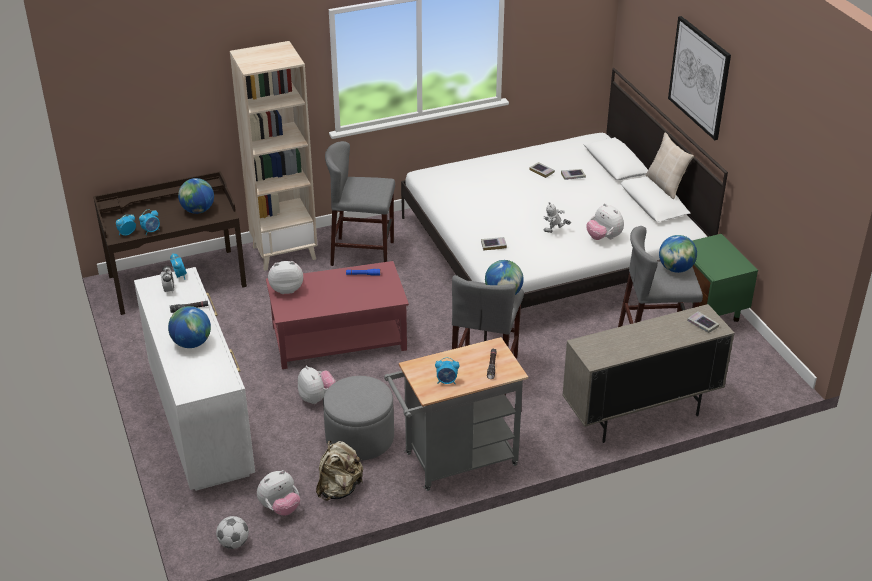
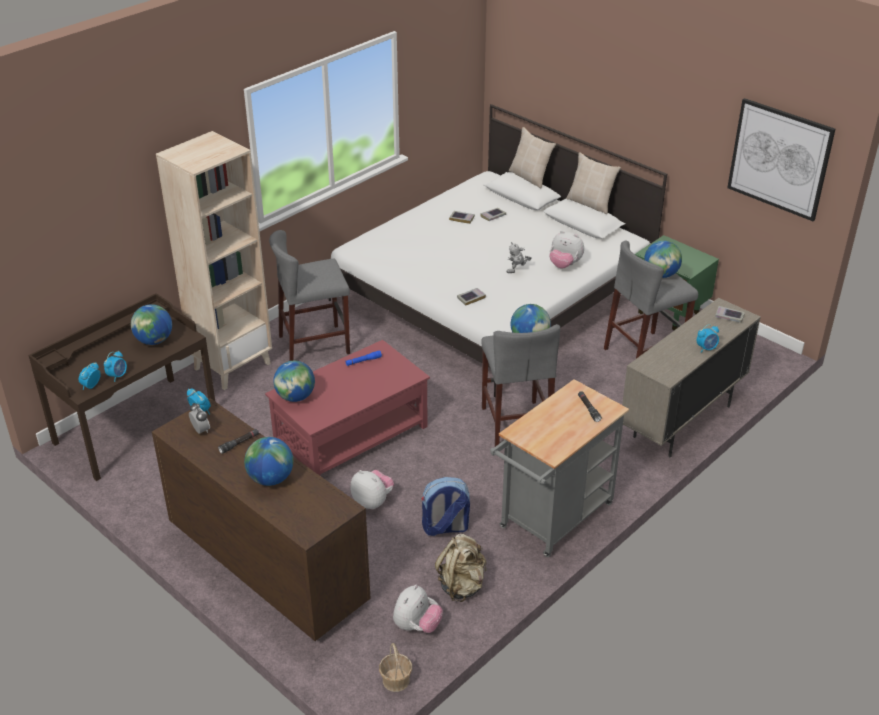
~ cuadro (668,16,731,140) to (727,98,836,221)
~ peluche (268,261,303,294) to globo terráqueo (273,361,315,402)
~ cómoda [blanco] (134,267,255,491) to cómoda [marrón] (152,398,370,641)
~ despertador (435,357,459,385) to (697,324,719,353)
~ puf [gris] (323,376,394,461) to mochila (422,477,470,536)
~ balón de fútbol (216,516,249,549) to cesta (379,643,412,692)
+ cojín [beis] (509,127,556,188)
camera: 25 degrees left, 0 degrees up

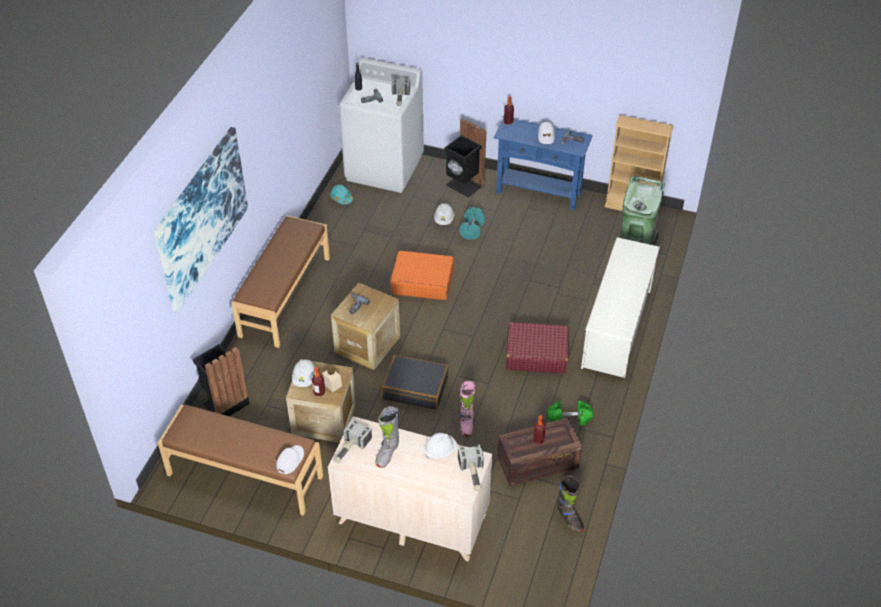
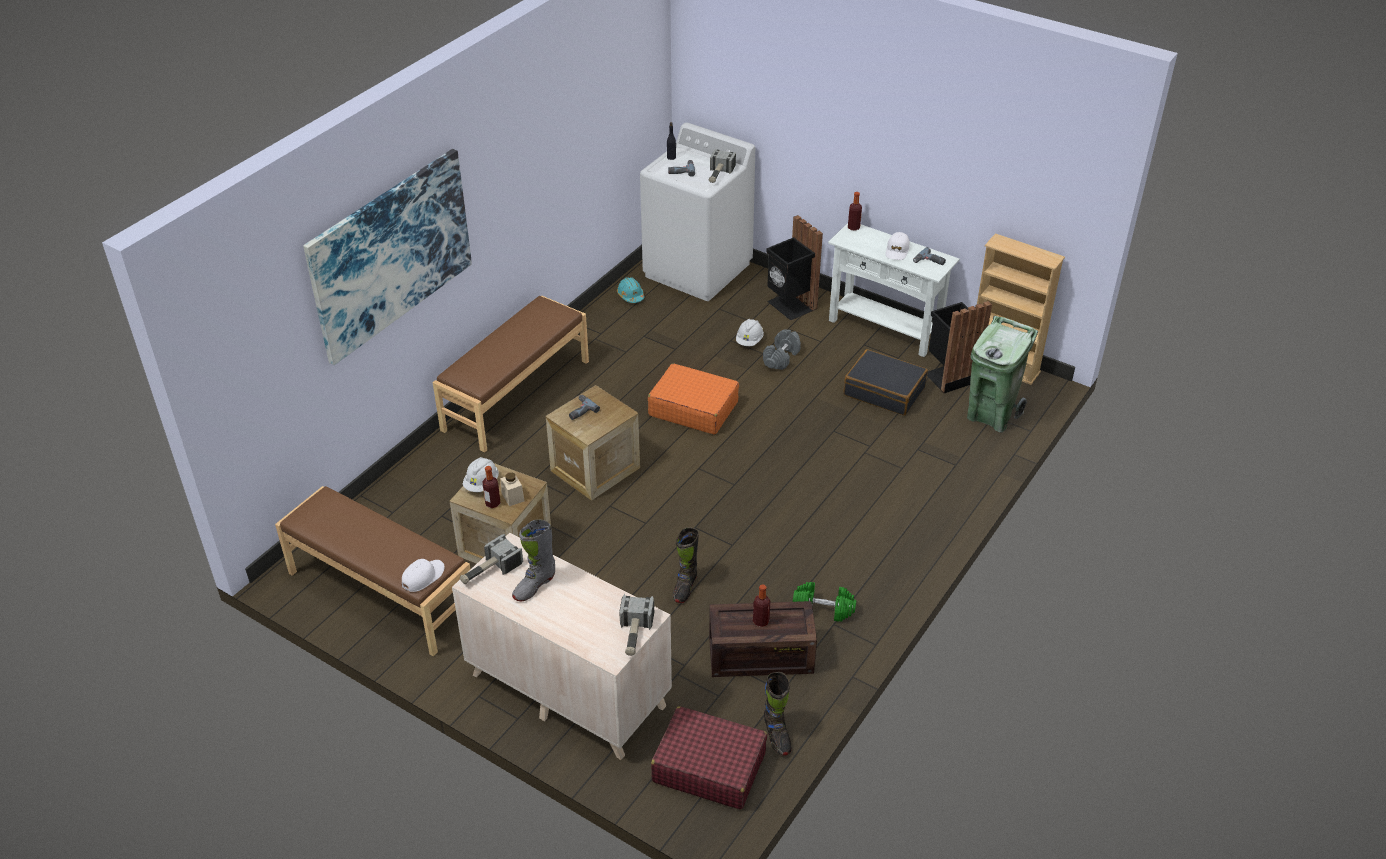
~ mesa consola [azul] (494,117,593,210) to mesa consola [blanco] (828,223,960,357)
~ mancuerna [turquesa] (460,207,485,240) to mancuerna [gris] (763,329,801,370)
- zapatero [blanco] (581,237,660,378)
~ maleta [rojo] (506,322,569,373) to (651,706,767,809)
~ papelera [negro] (192,344,249,416) to (927,301,992,393)
~ maleta [negro] (382,355,449,410) to (844,349,928,415)
~ bota [rosa] (460,381,475,436) to bota [negro] (673,527,699,603)
- casco [blanco] (424,433,458,459)
camera: 15 degrees right, 5 degrees down

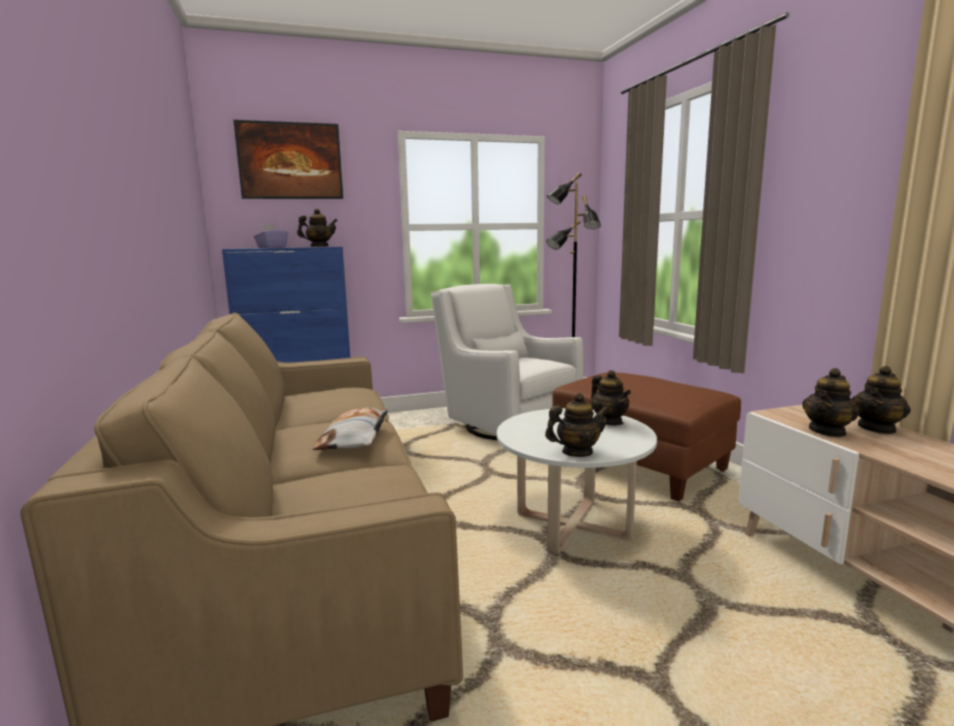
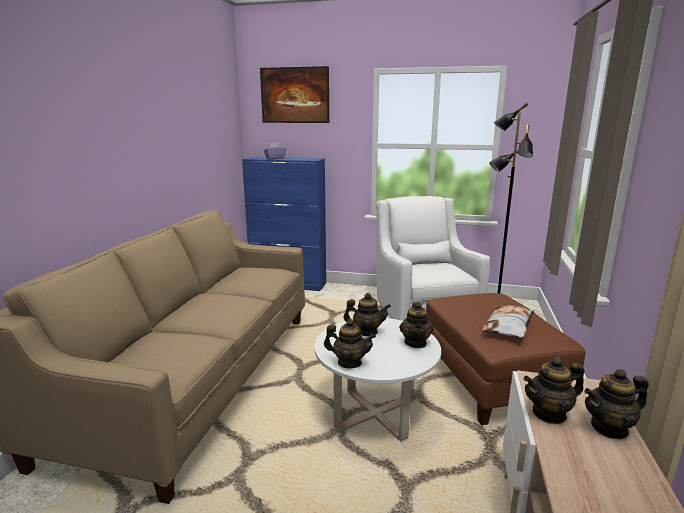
~ tetera (297,209,338,247) to (343,293,391,336)
~ cojín (312,408,388,450) to (482,305,534,338)
camera: 30 degrees right, 5 degrees up

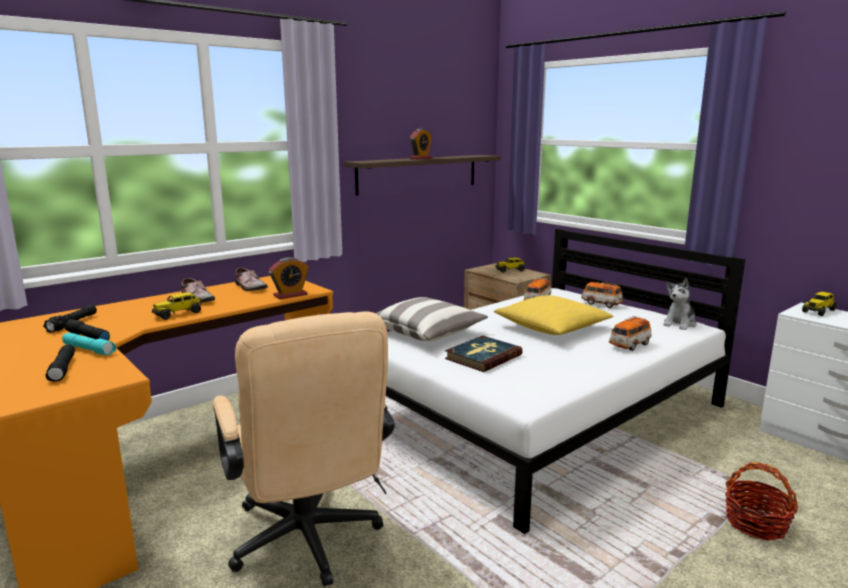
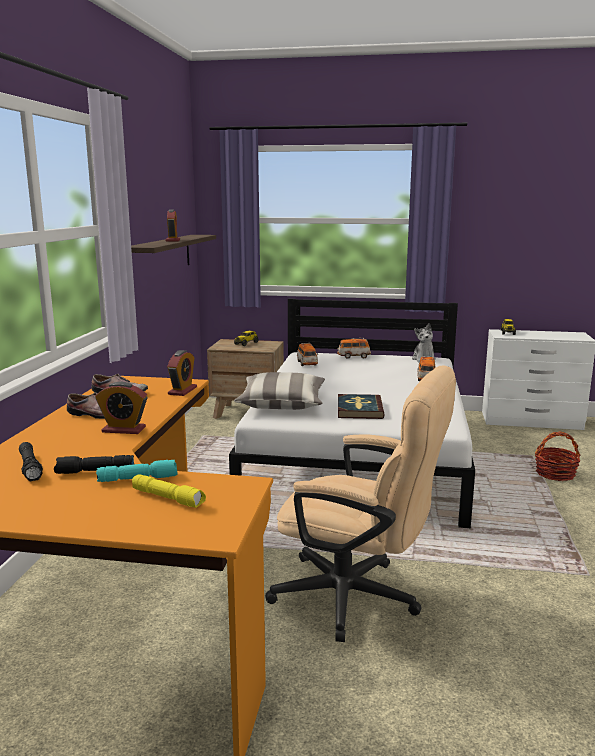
~ camión de juguete (151,292,203,320) to despertador (95,382,148,434)
- cojín [amarillo] (494,295,614,335)
~ linterna [negro] (46,344,75,381) to linterna [amarillo] (132,474,206,508)
camera: 40 degrees left, 0 degrees up

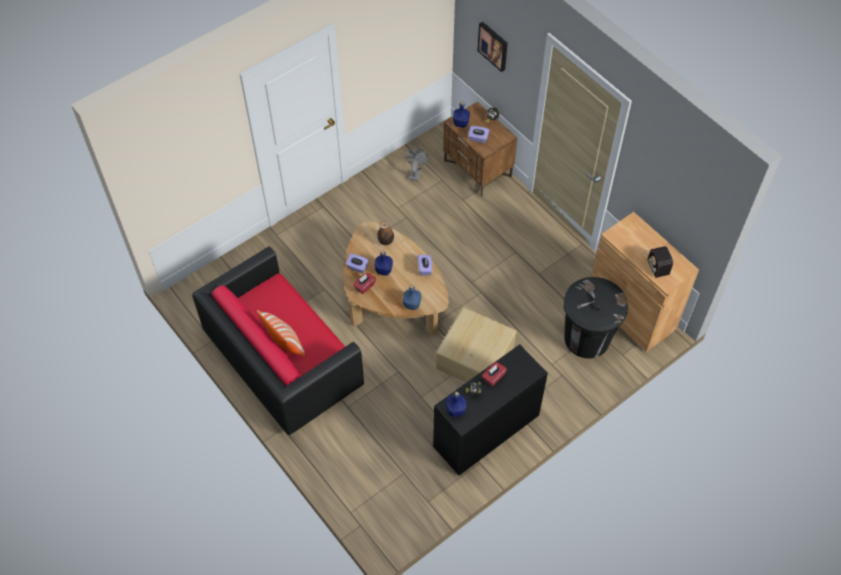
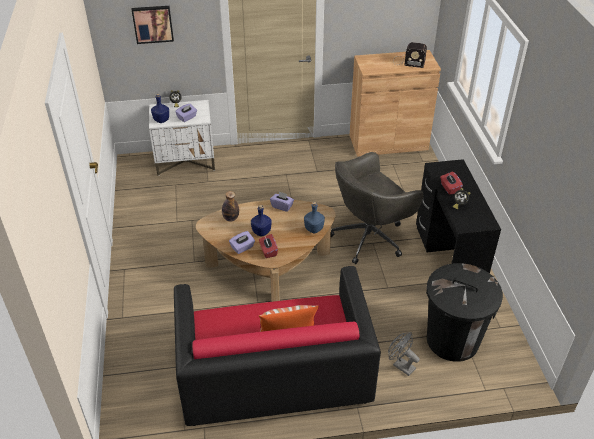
~ mesita de noche [marrón] (443,102,517,197) to mesita de noche [blanco] (149,100,215,176)
~ ventilador [gris] (404,148,430,181) to (388,332,420,376)
~ papelera [negro] (563,277,628,359) to (426,263,503,362)
~ caja de almacenaje [beis] (436,307,517,382) to silla de oficina [gris] (331,152,424,264)
- botella [azul] (446,392,467,417)
camera: 60 degrees left, 15 degrees down

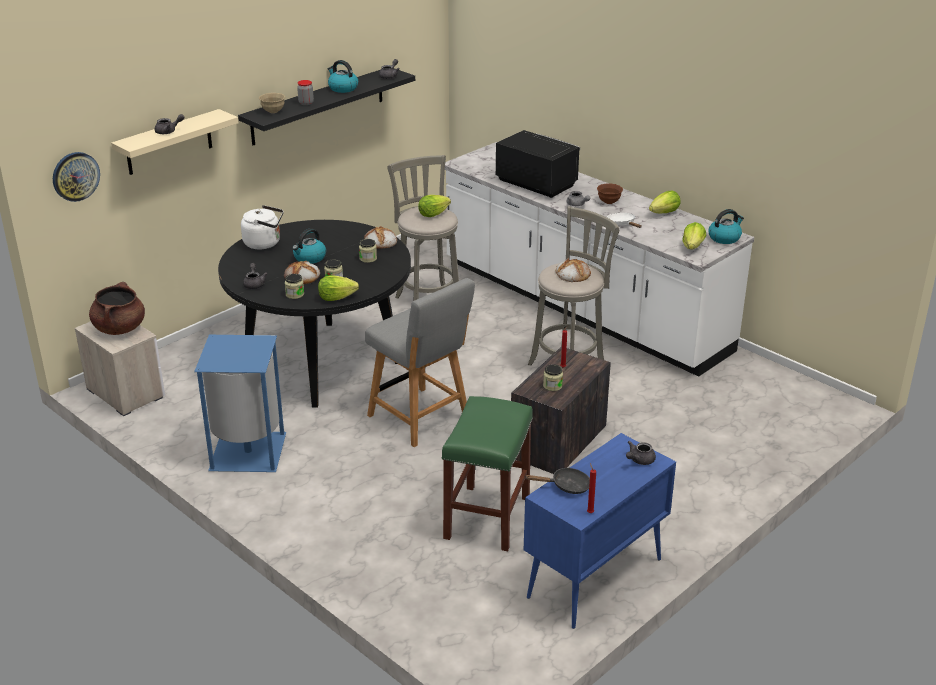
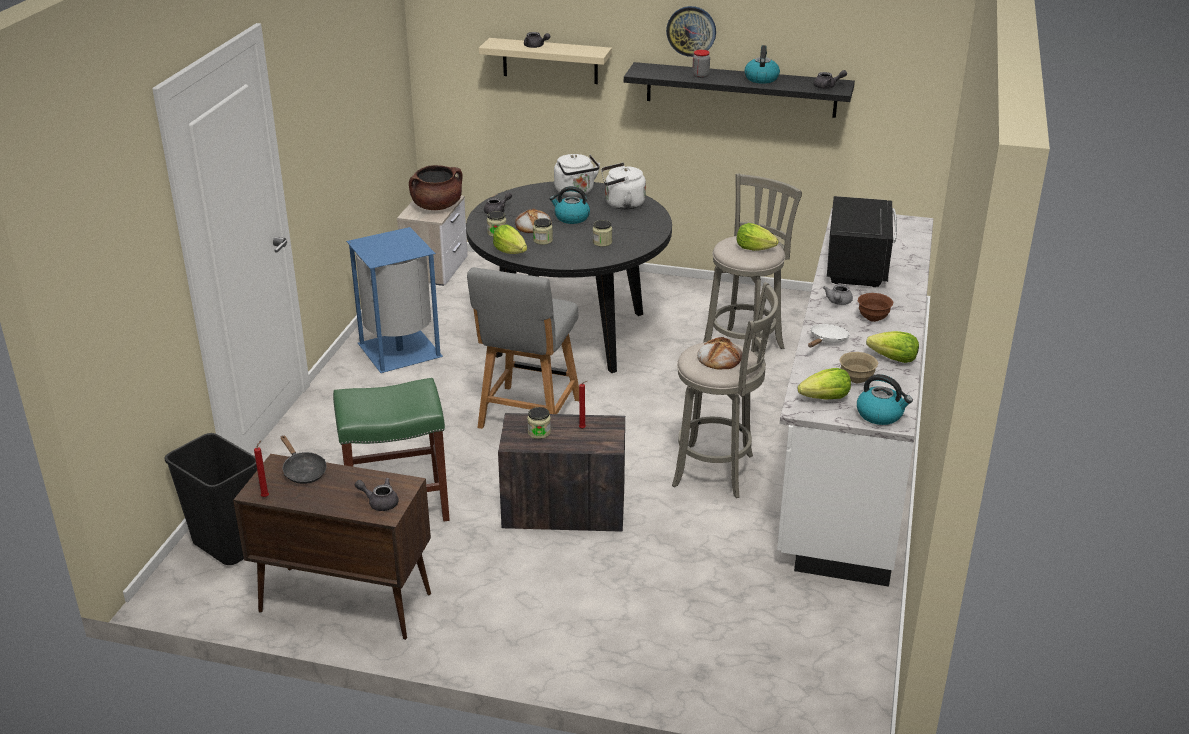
~ cuenco [beis] (259,93,285,113) to (839,352,878,383)
~ reloj de pared (53,152,100,202) to (666,6,716,57)
- pan (364,226,397,249)
~ armario [azul] (524,433,676,629) to armario [marrón] (233,454,431,640)
+ hervidor [blanco] (601,163,646,210)
+ papelera [negro] (165,433,257,565)
camera: 60 degrees right, 0 degrees up

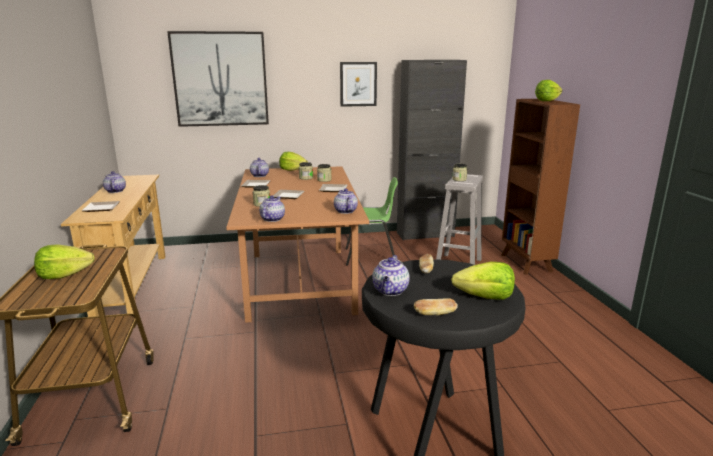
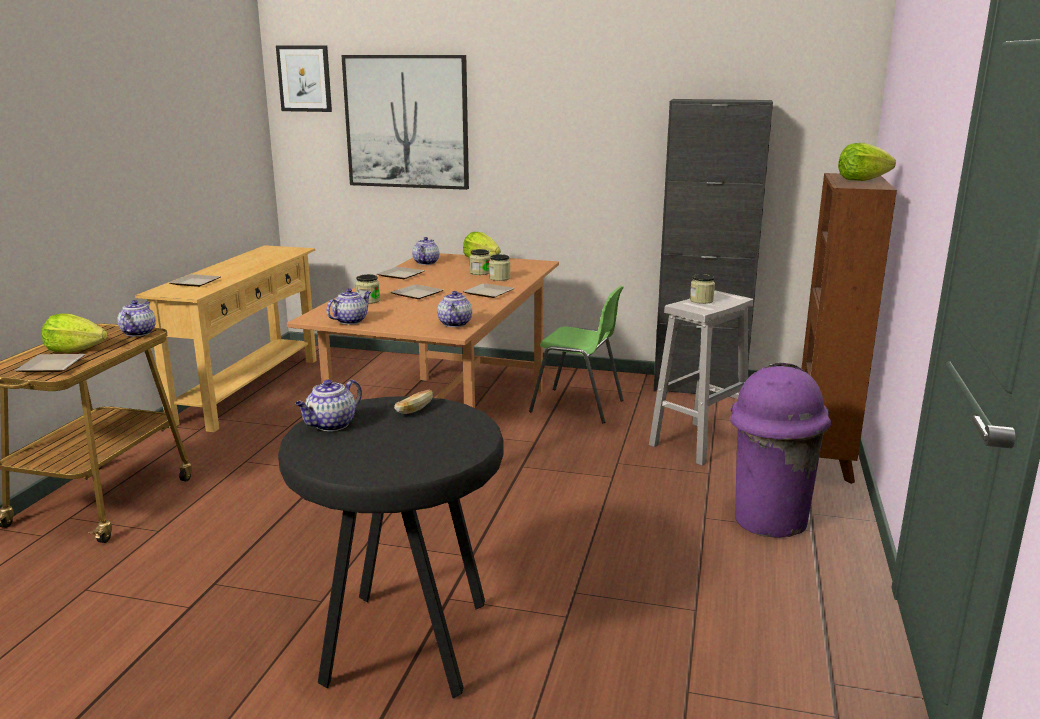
~ cuadro (340,62,377,107) to (276,45,332,112)
~ tetera (103,171,126,193) to (117,300,156,337)
- lechuga (451,262,515,300)
- pan (414,299,458,316)
+ plato (15,354,86,372)
+ papelera [morado] (730,363,831,538)
camera: 25 degrees right, 0 degrees up

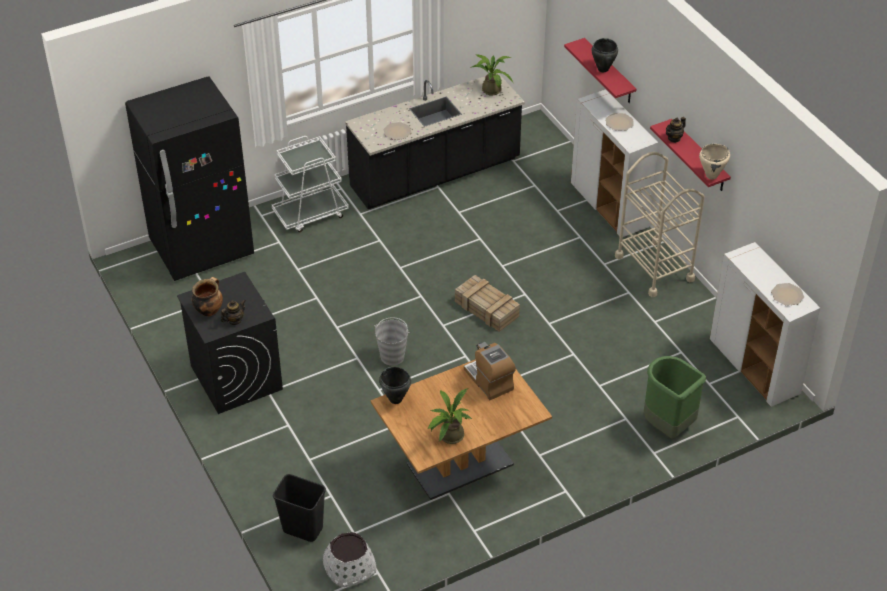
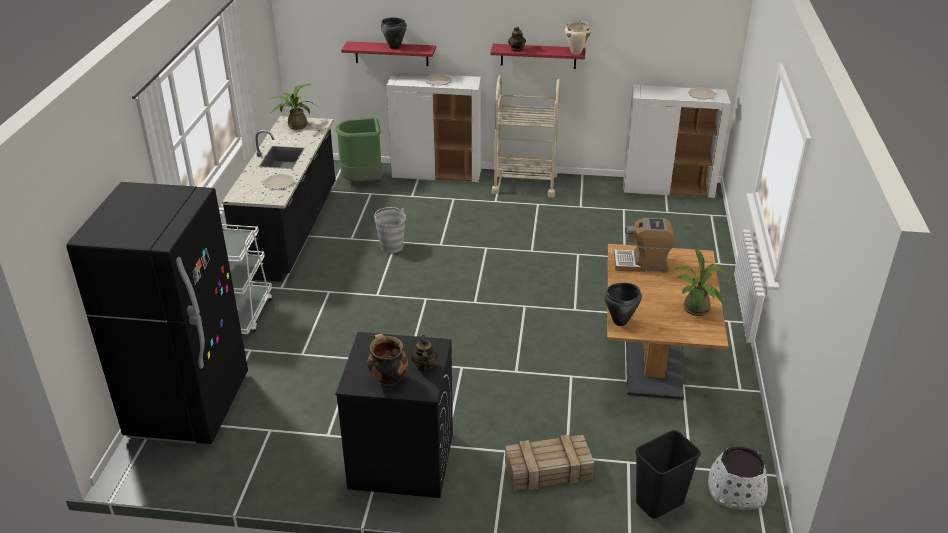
~ caja de embalaje (455,275,520,332) to (505,435,594,491)
~ cubo [gris] (374,317,410,366) to (374,207,406,253)
~ papelera [verde] (644,356,706,438) to (335,117,382,182)
camera: 55 degrees left, 10 degrees down

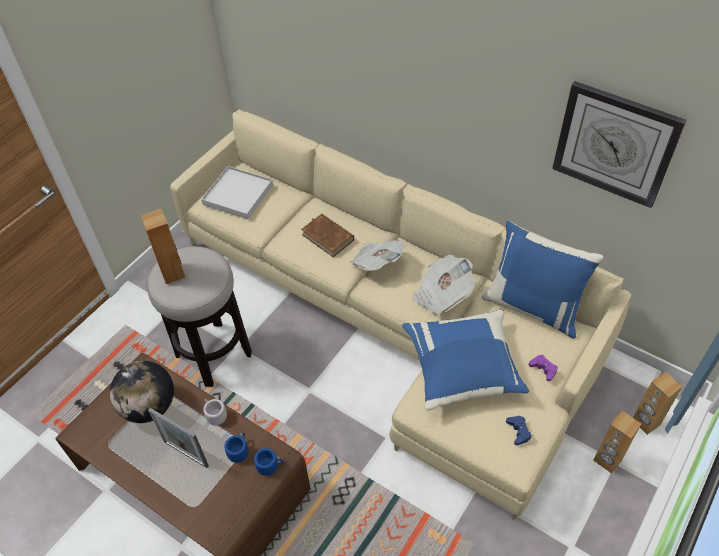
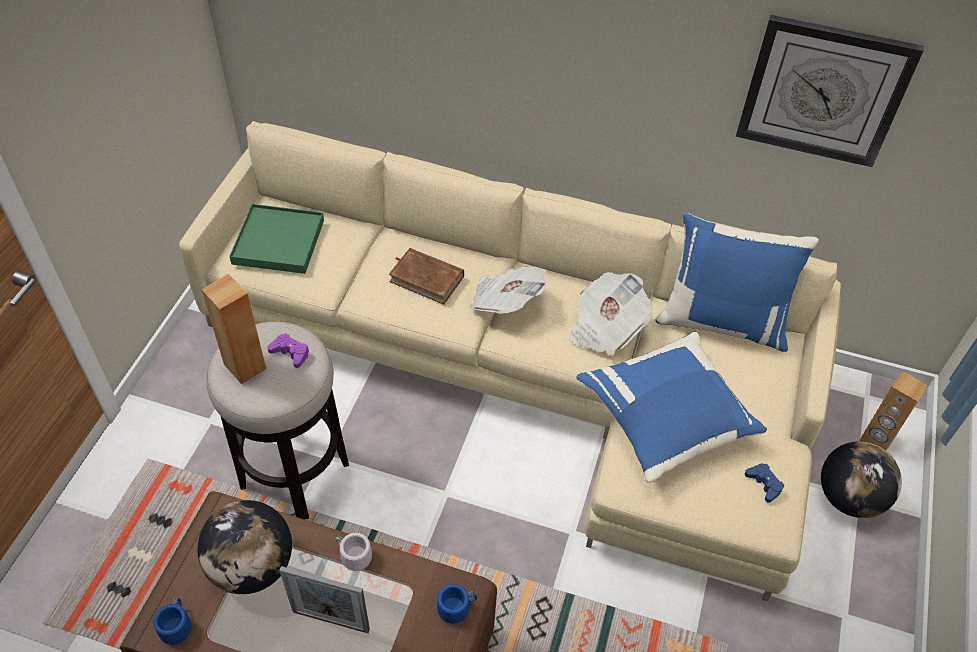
~ bandeja [blanco] (201,166,273,219) to bandeja [verde] (229,204,324,274)
~ mando de consola [morado] (528,355,558,381) to (267,333,309,368)
~ altavoz [marrón] (593,411,641,474) to globo terráqueo (821,442,902,518)
~ taza grande [azul] (220,432,249,463) to (151,598,192,646)
camera: 20 degrees left, 0 degrees up

